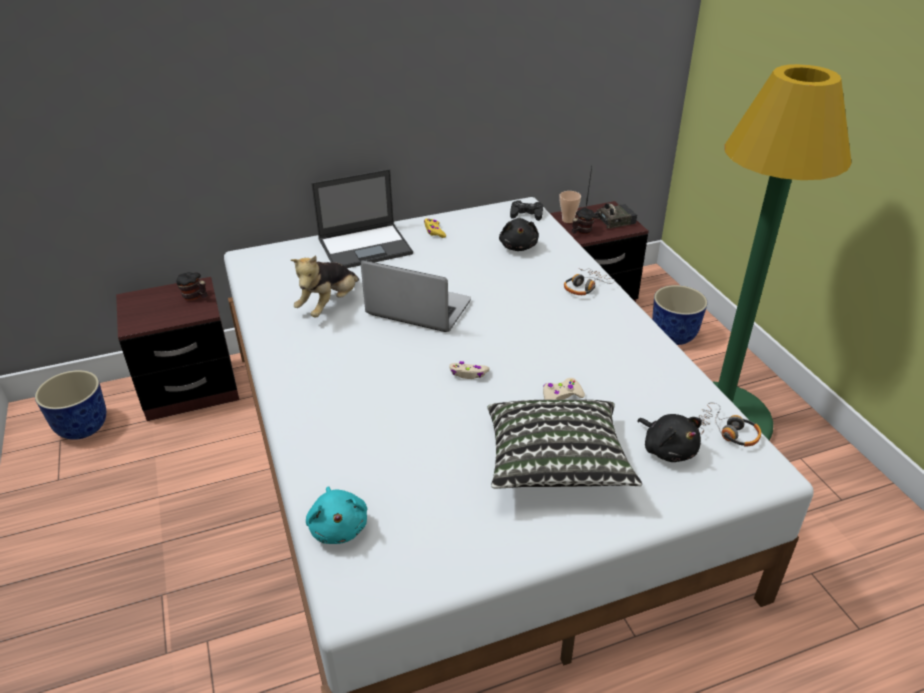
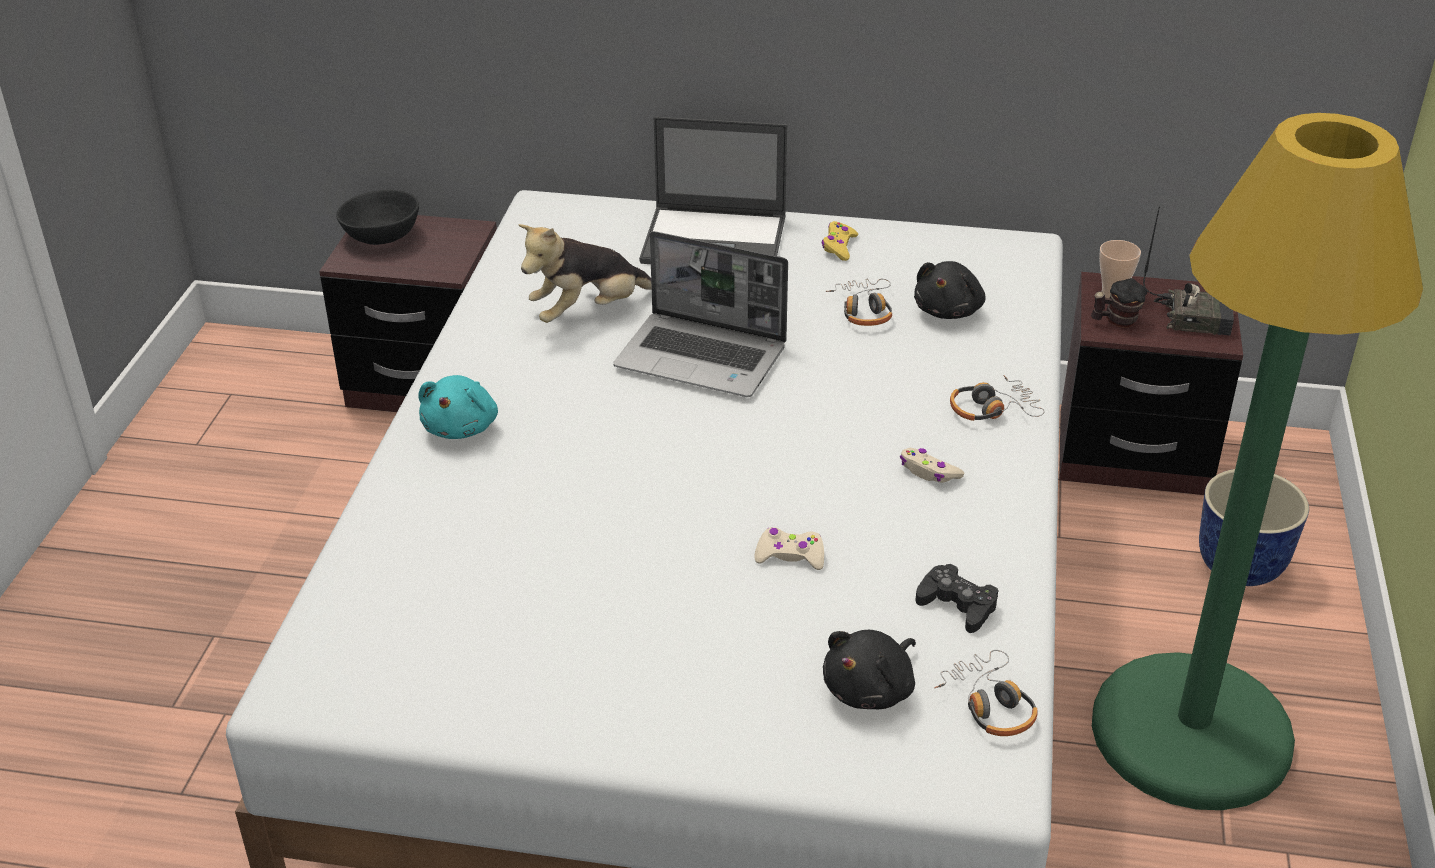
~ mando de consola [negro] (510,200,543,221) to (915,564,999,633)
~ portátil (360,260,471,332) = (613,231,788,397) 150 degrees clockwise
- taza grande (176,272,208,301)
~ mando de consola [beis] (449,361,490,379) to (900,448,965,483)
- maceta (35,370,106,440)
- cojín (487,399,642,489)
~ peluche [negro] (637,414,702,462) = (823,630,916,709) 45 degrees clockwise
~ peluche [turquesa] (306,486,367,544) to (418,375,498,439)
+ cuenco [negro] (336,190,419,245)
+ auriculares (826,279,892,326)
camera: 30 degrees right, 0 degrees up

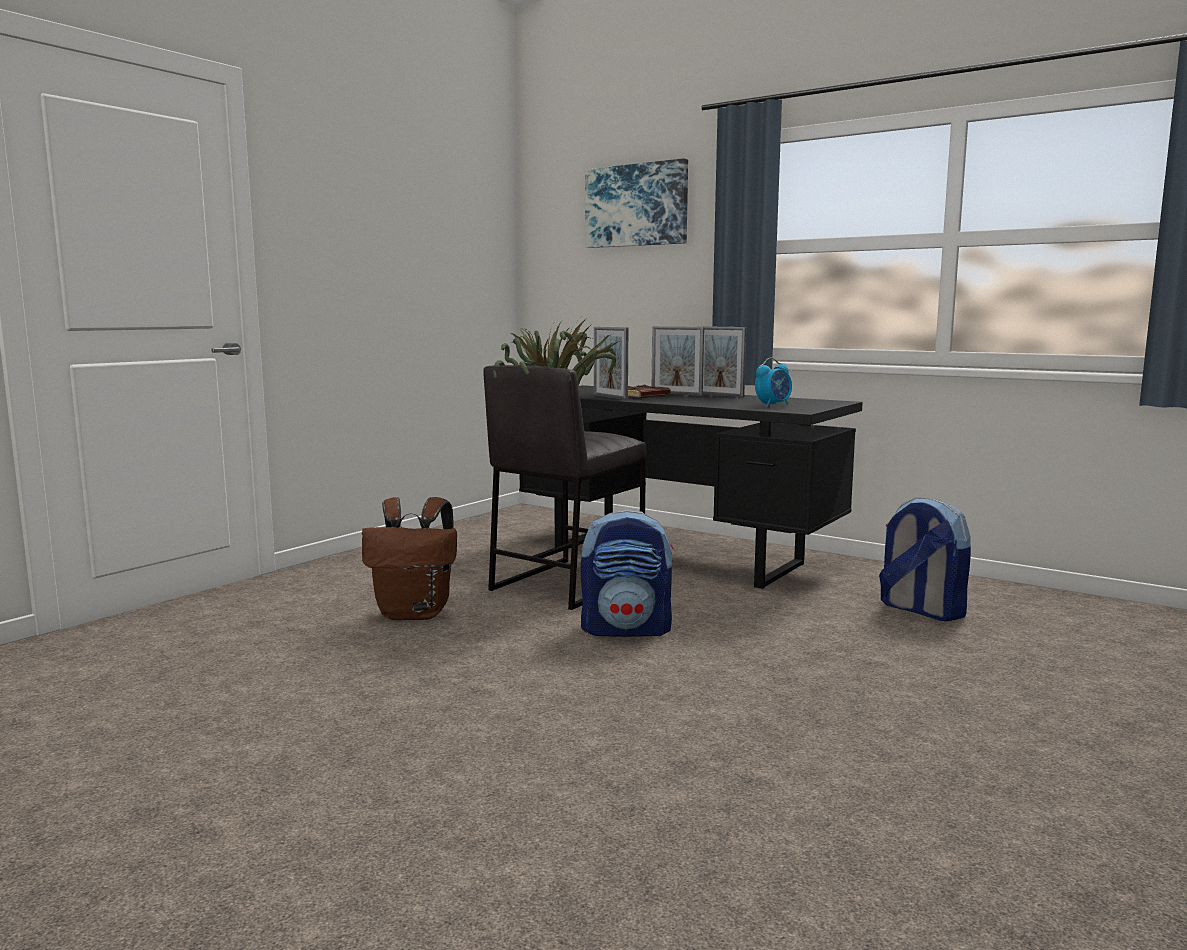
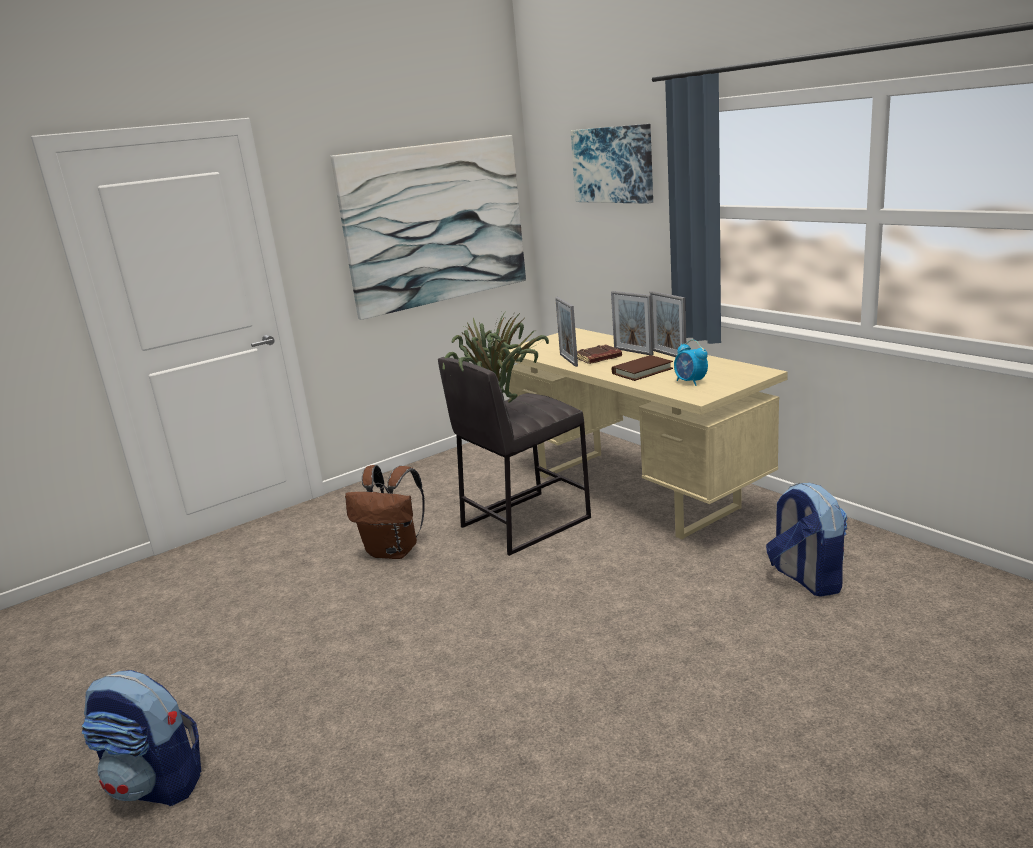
~ despertador (755,358,792,407) = (674,340,708,386) 75 degrees clockwise
~ escritorio [negro] (519,385,863,589) to escritorio [beis] (507,328,788,539)
~ mochila (581,510,674,637) to (82,670,201,806)
+ cuadro (330,135,526,320)
+ libro [marrón] (612,355,673,381)
camera: 20 degrees right, 10 degrees up

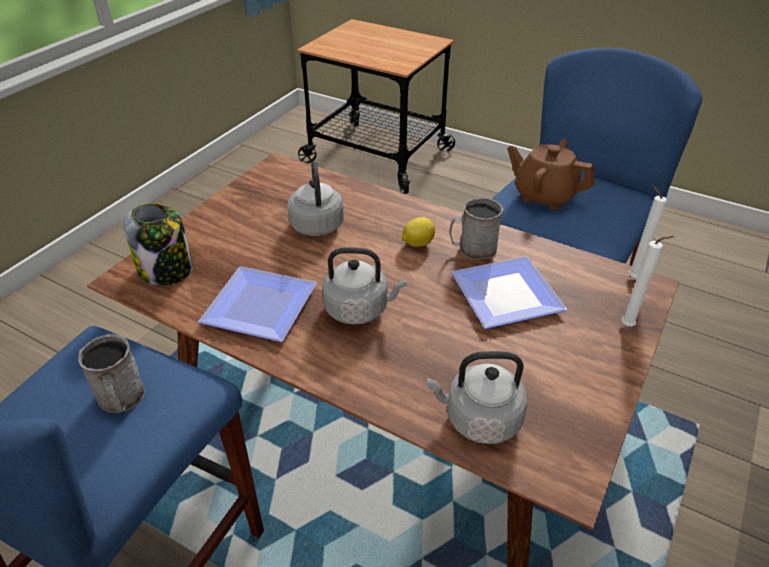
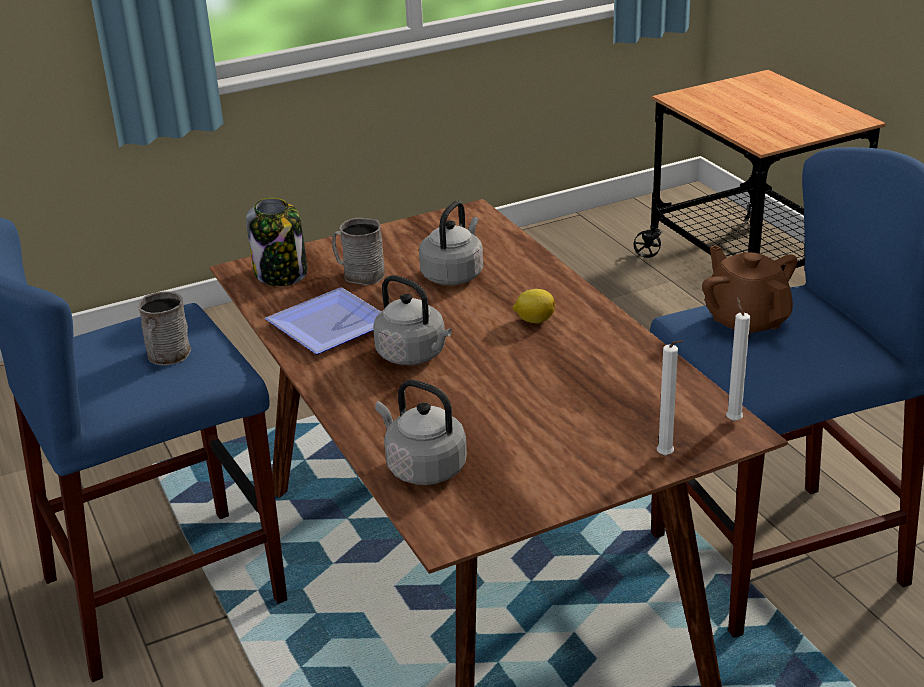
~ taza grande [gris] (449,197,504,260) to (332,218,385,285)
- plato (451,256,567,329)
camera: 35 degrees right, 10 degrees down

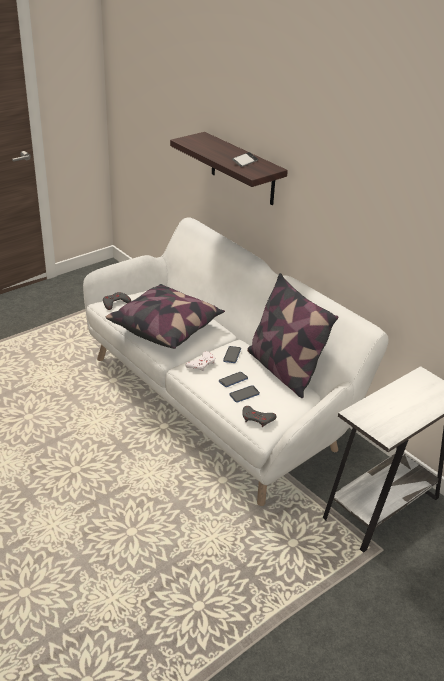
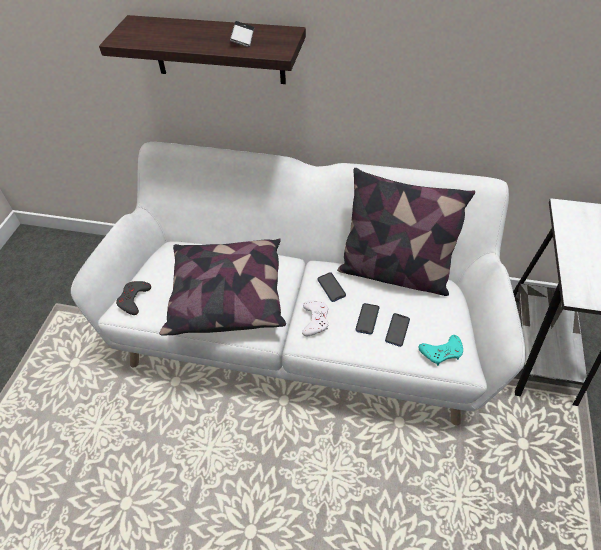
~ mando de consola [gris] (242,406,277,427) to mando de consola [turquesa] (419,335,463,366)
camera: 35 degrees left, 15 degrees up

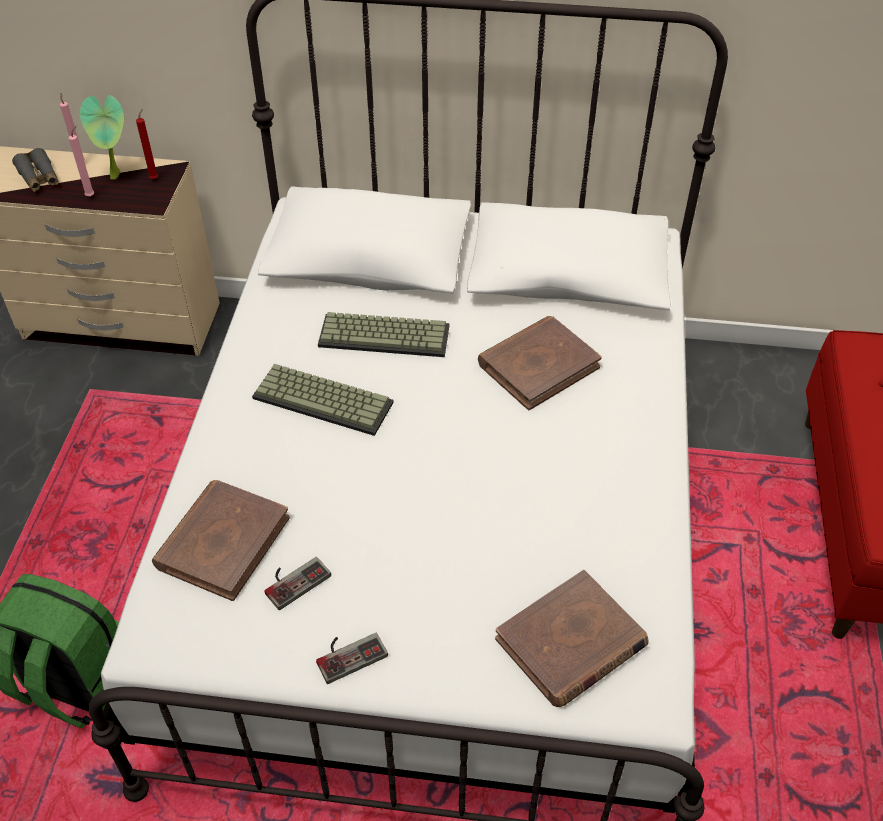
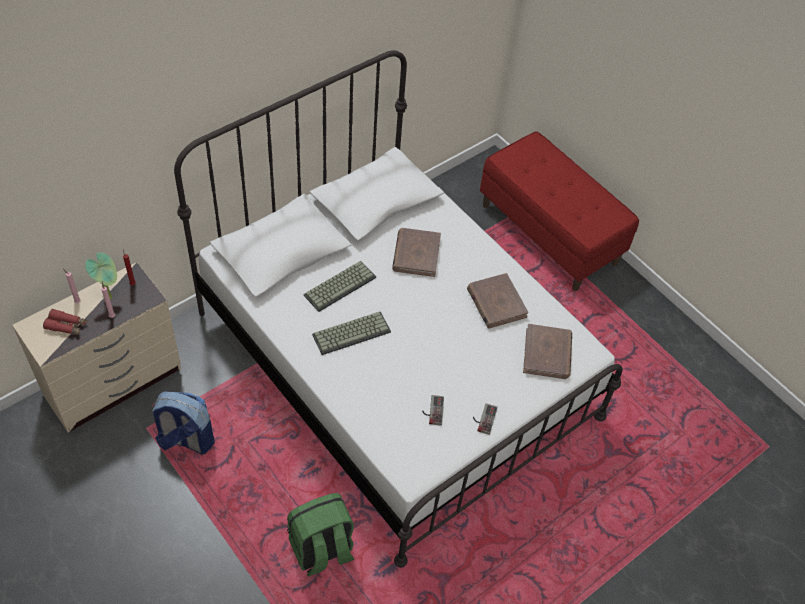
~ prismáticos [gris] (12,148,59,192) to prismáticos [rojo] (43,309,87,335)
~ libro [marrón] (152,480,289,601) to (467,273,528,329)
+ mochila (151,391,215,455)
camera: 50 degrees left, 5 degrees up

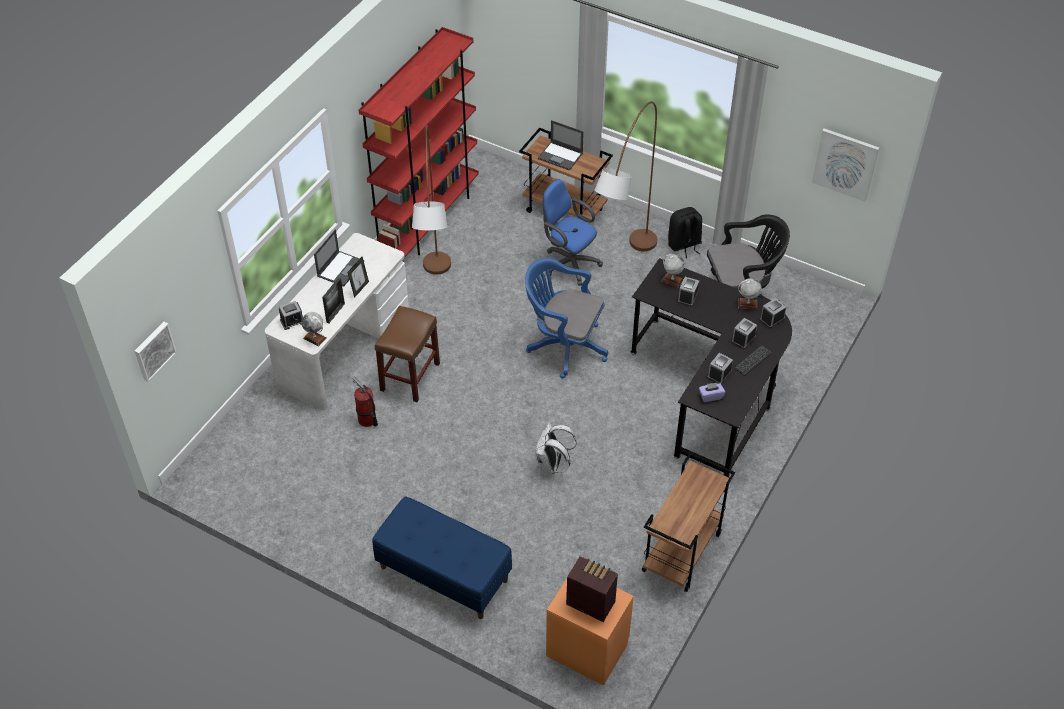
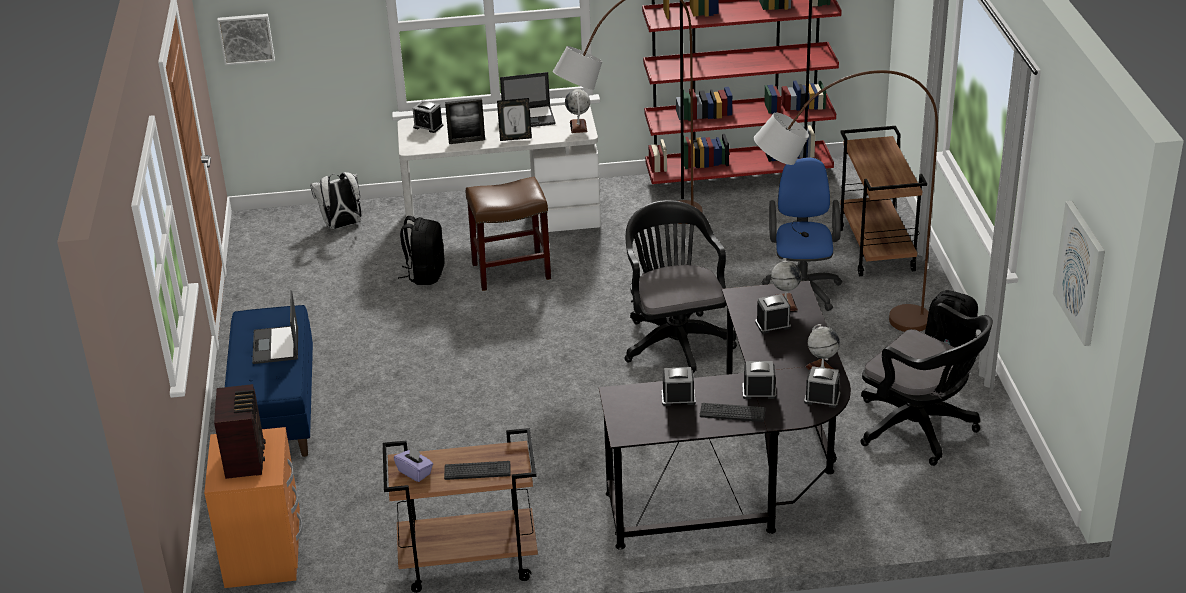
~ portátil (538,120,584,171) to (252,290,298,364)
~ silla de oficina [azul] (525,258,609,379) to silla de oficina [negro] (625,200,737,373)
~ globo terráqueo (301,312,327,346) to (565,89,590,133)
~ extintor (353,377,378,427) to mochila [negro] (398,216,444,285)
~ caja de pañuelos [morado] (699,383,725,402) to (394,446,433,482)
~ mochila [blanco] (536,422,577,474) to (310,172,362,229)
+ teclado (444,461,511,480)
camera: 55 degrees right, 15 degrees down

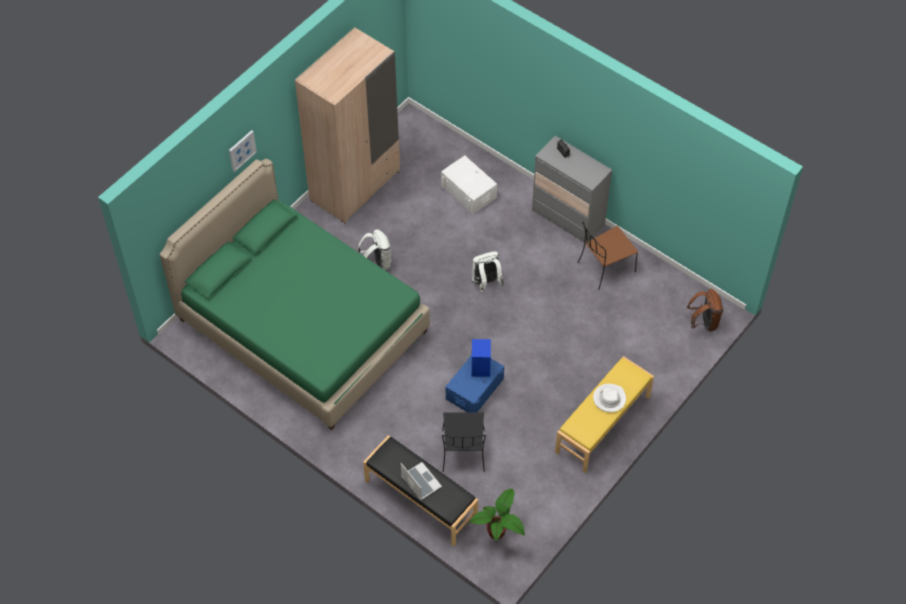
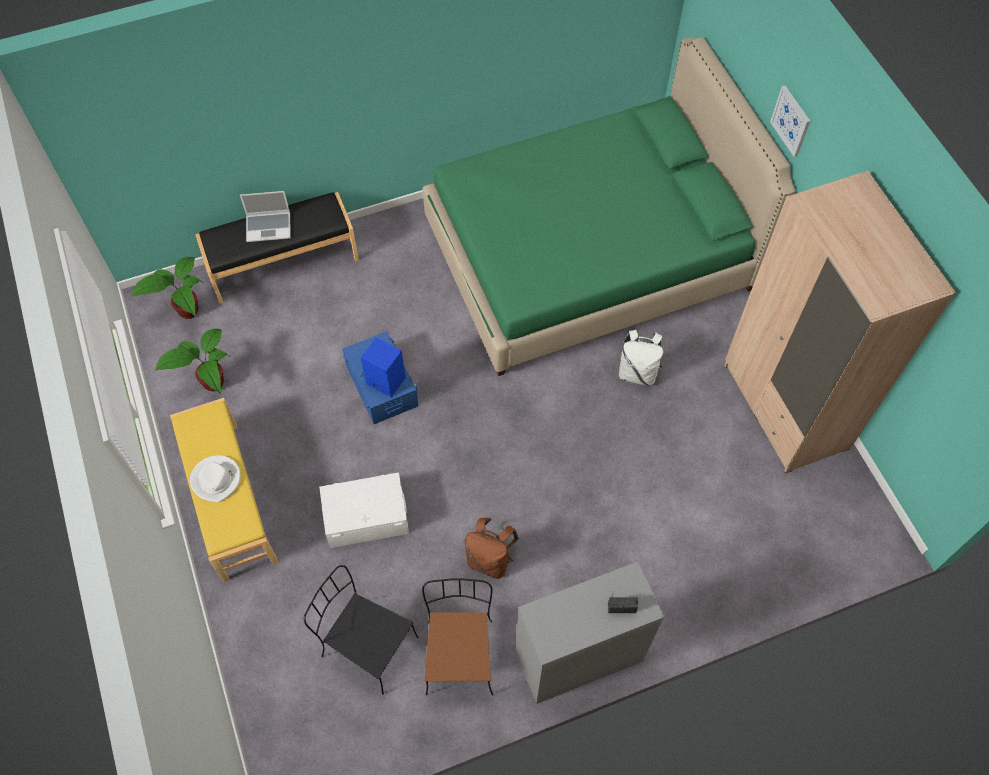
~ caja de almacenaje [blanco] (441,155,497,214) to (319,472,409,548)
- mochila [blanco] (472,251,504,293)
~ mochila [marrón] (687,289,723,332) to (464,518,519,579)
~ silla [negro] (442,412,486,472) to (304,565,418,695)
+ planta en maceta (155,329,229,394)
camera: 120 degrees right, 5 degrees up

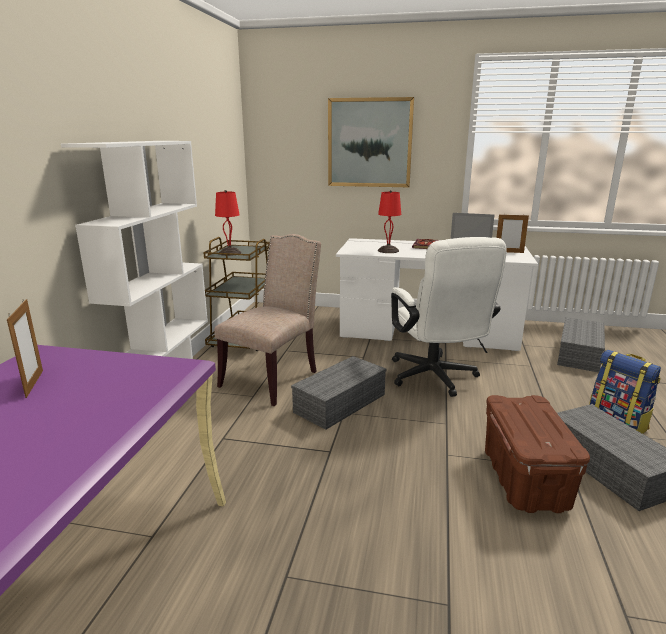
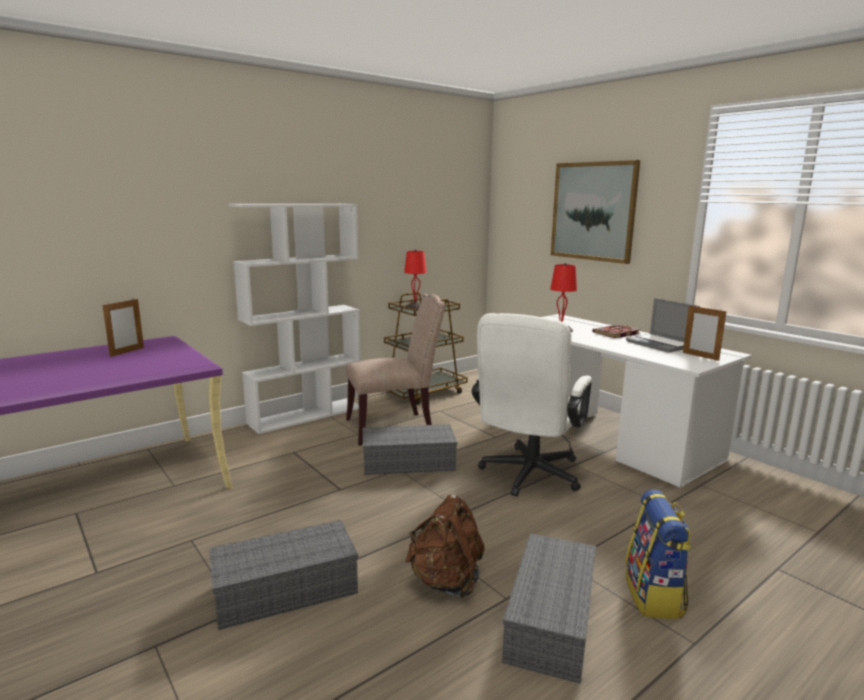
~ caja de almacenaje [gris] (557,317,605,372) to (209,520,358,630)
~ caja de almacenaje [marrón] (485,395,590,513) to mochila [marrón] (405,494,485,599)
camera: 40 degrees right, 5 degrees down

